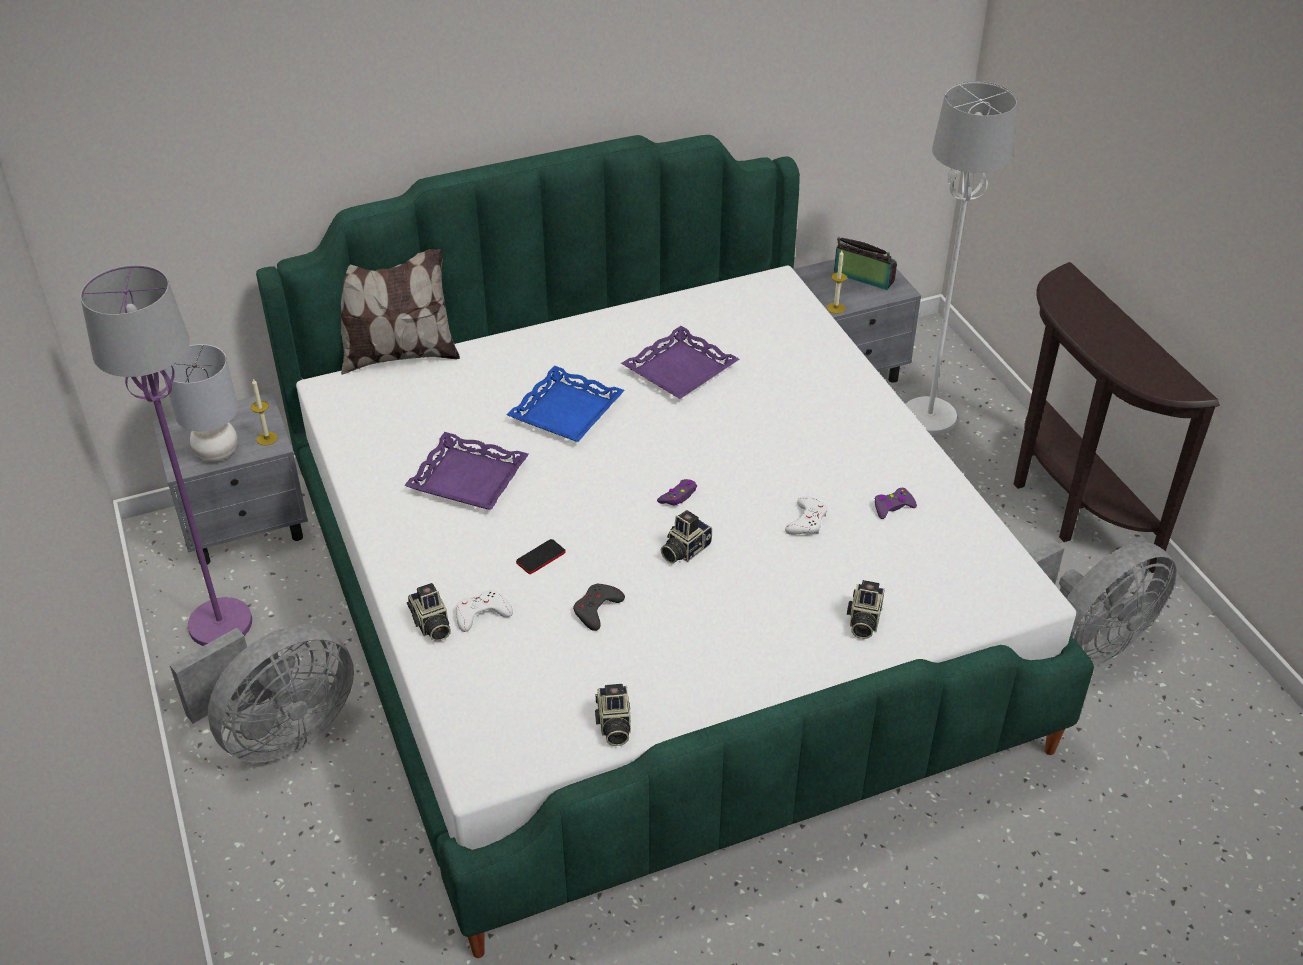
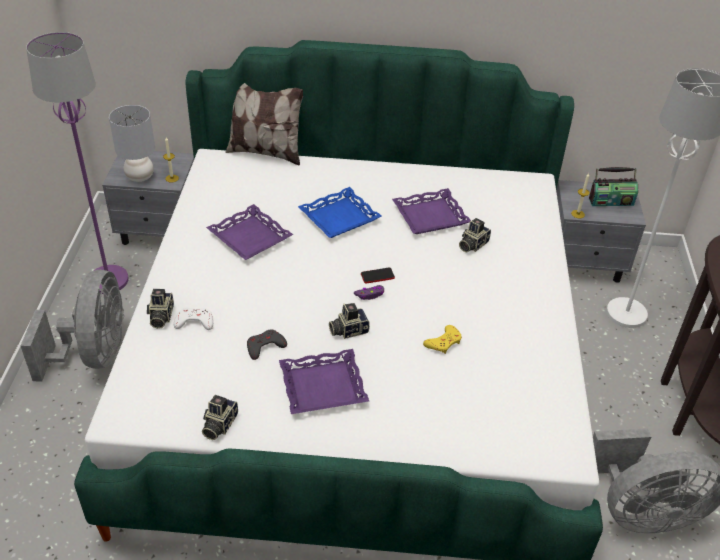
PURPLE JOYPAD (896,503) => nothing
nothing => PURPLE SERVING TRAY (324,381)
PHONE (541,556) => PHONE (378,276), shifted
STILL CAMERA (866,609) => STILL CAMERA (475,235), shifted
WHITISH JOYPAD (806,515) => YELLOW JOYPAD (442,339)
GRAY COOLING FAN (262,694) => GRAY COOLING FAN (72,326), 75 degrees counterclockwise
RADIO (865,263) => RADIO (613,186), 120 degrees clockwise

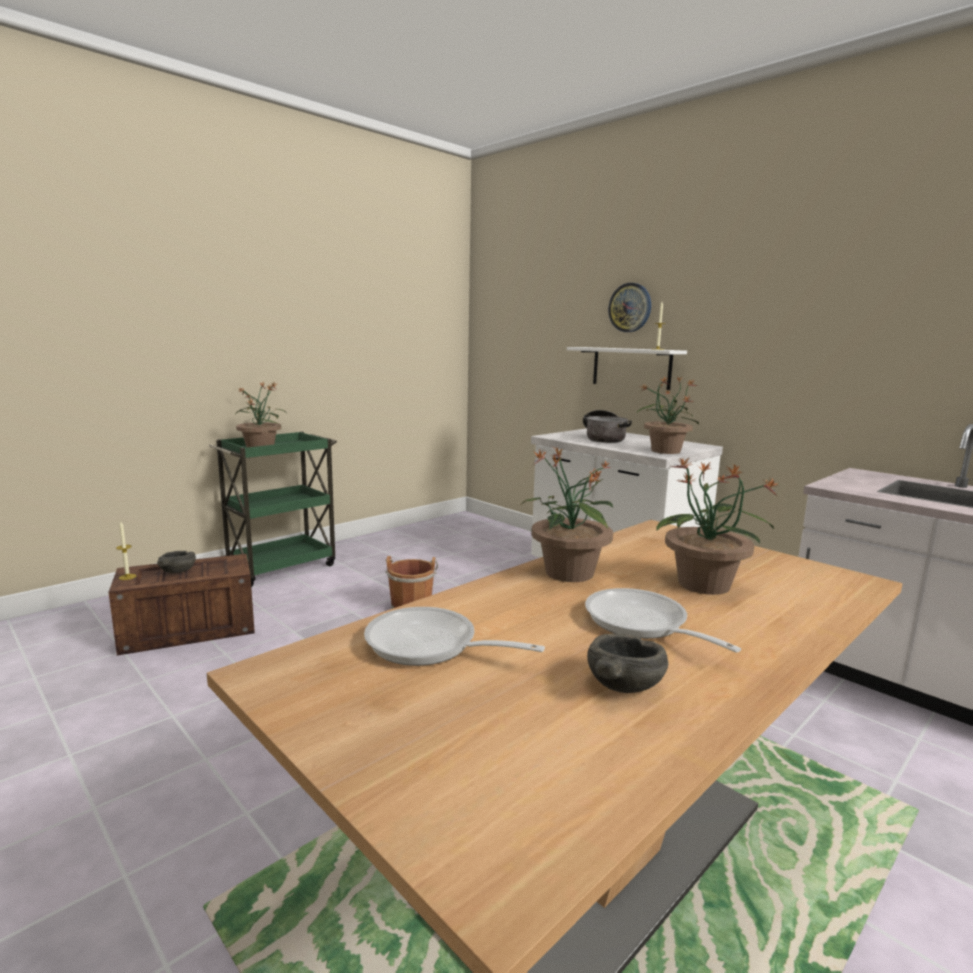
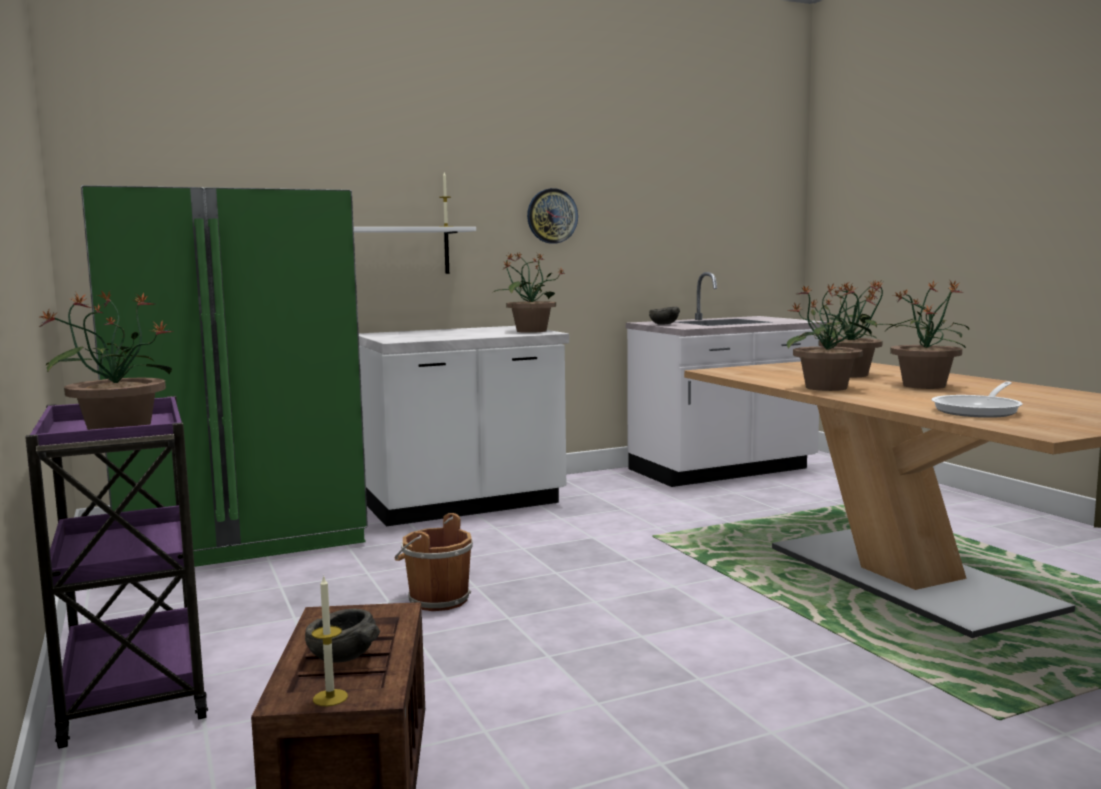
COOKING POT (607,426) => nothing
nothing => GREEN REFRIGERATOR (224,376)
GRAY BOWL (627,663) => GRAY BOWL (664,316), shifted
HANGING CLOCK (629,307) => HANGING CLOCK (552,216), shifted
FRYING PAN (663,620) => POTTED PLANT (927,334)
GREEN WHEELED CART (273,509) => PURPLE WHEELED CART (116,572)

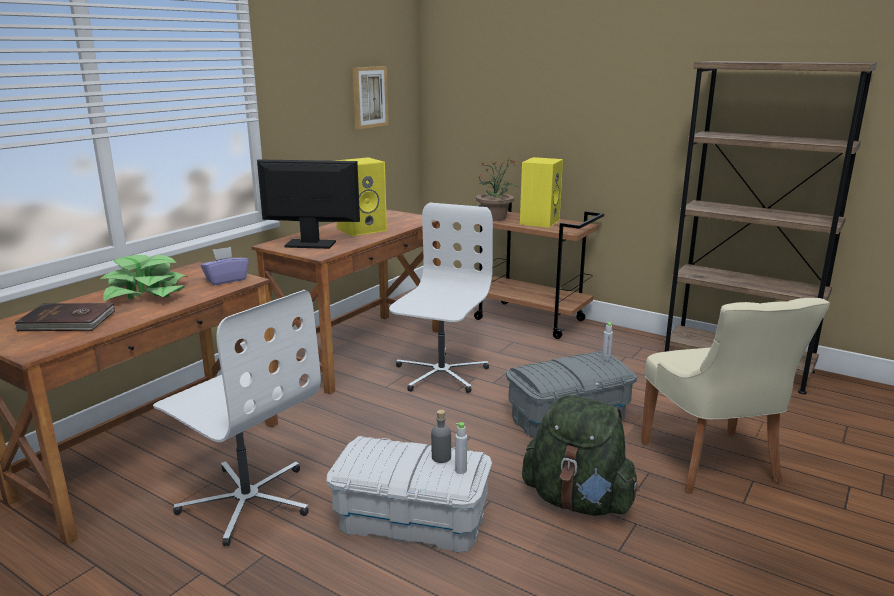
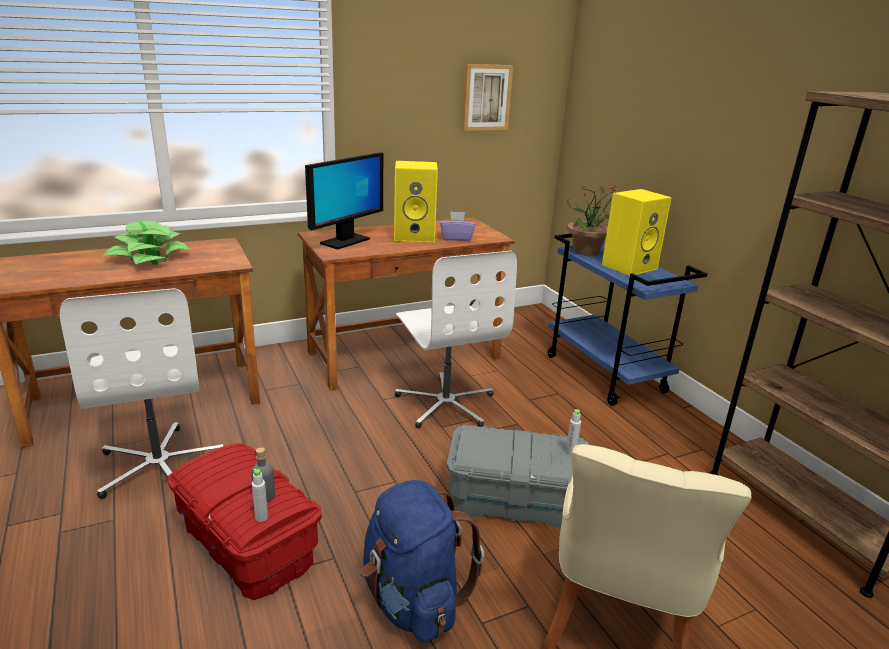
BROWN-COLOURED BOUND BOOK (64,317) => nothing
PURPLE TISSUE BOX (225,266) => PURPLE TISSUE BOX (457,226), shifted
WHITISH STORAGE BIN (409,494) => REDDISH STORAGE BIN (244,521)
BROWN-COLOURED WHEELED CART (539,270) => BLUE WHEELED CART (627,320)
GREEN BACKPACK (581,455) => BLUE BACKPACK (423,561)
COMPUTER SCREEN (308,204) => COMPUTER SCREEN (344,201), 90 degrees clockwise
WHITISH OFFICE CHAIR (441,298) => WHITISH OFFICE CHAIR (456,339), 105 degrees clockwise

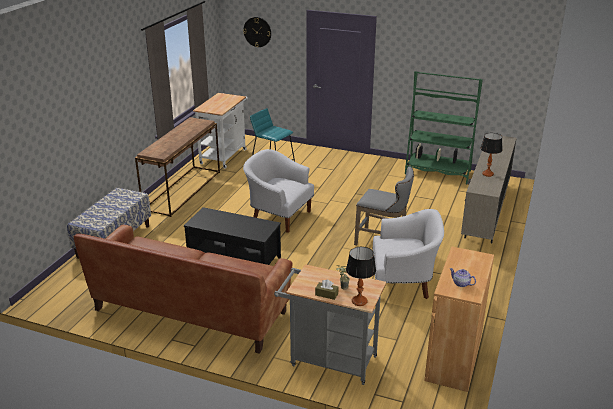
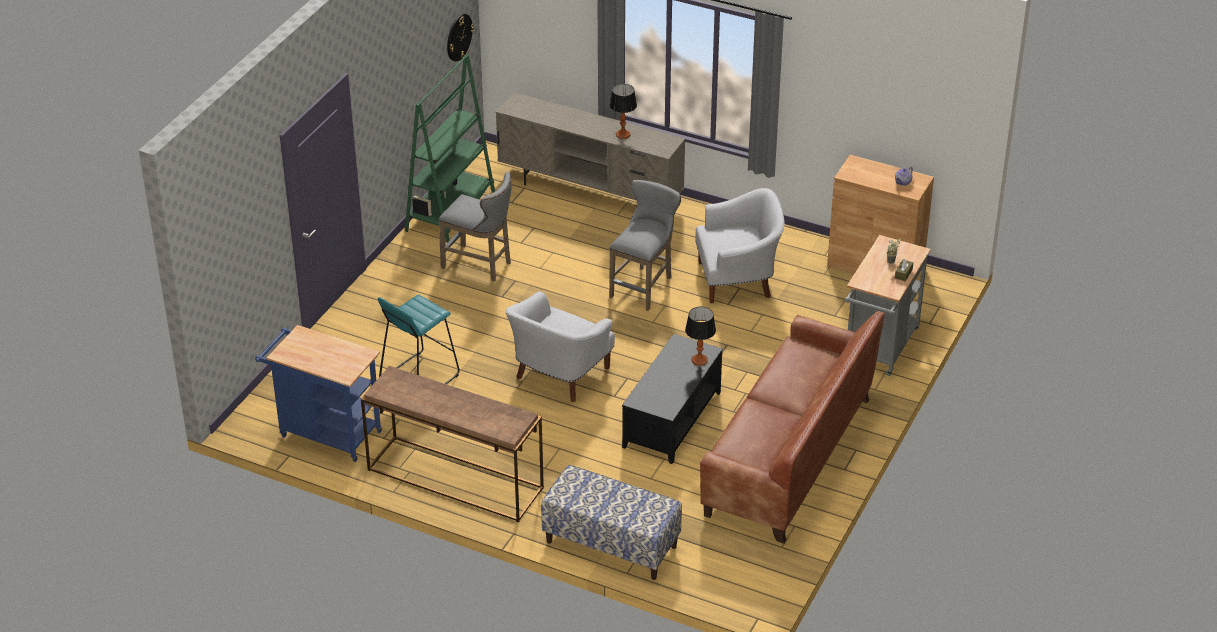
nothing => GRAY STOOL (475,227)
HANGING CLOCK (257,32) => HANGING CLOCK (460,38), shifted
LAMP FOR A TABLE (361,276) => LAMP FOR A TABLE (700,336), shifted
WHITISH WHEELED CART (220,131) => BLUE WHEELED CART (318,393)
WHITISH EASY CHAIR (408,254) => WHITISH EASY CHAIR (740,245), 75 degrees clockwise

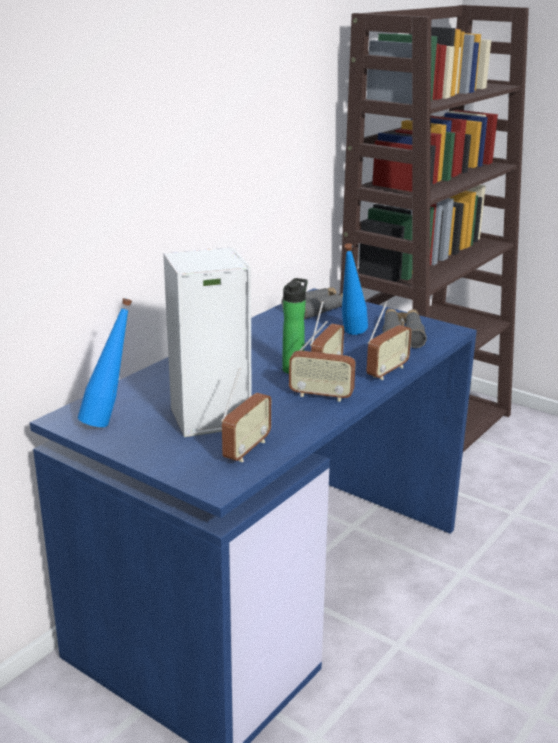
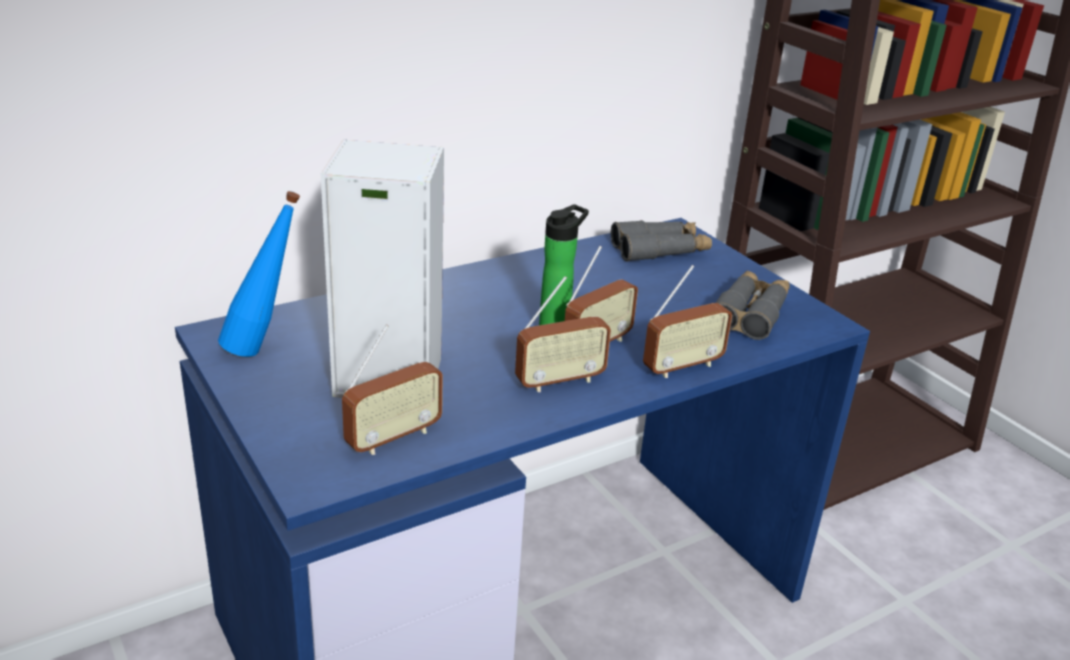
BLUE BOTTLE (355,289) => nothing
RADIO (322,361) => RADIO (563,334), 60 degrees counterclockwise

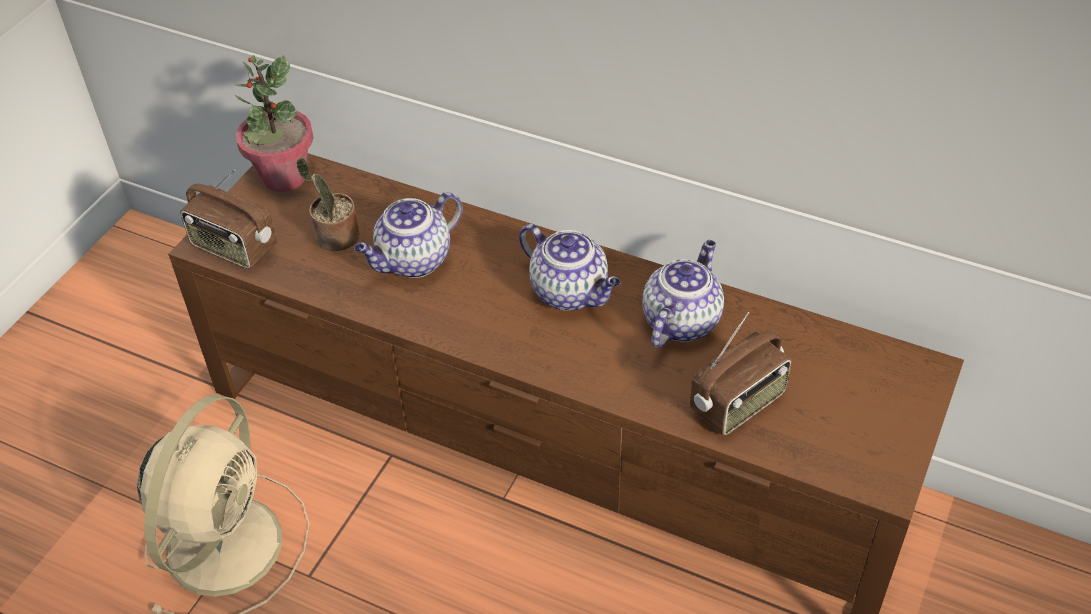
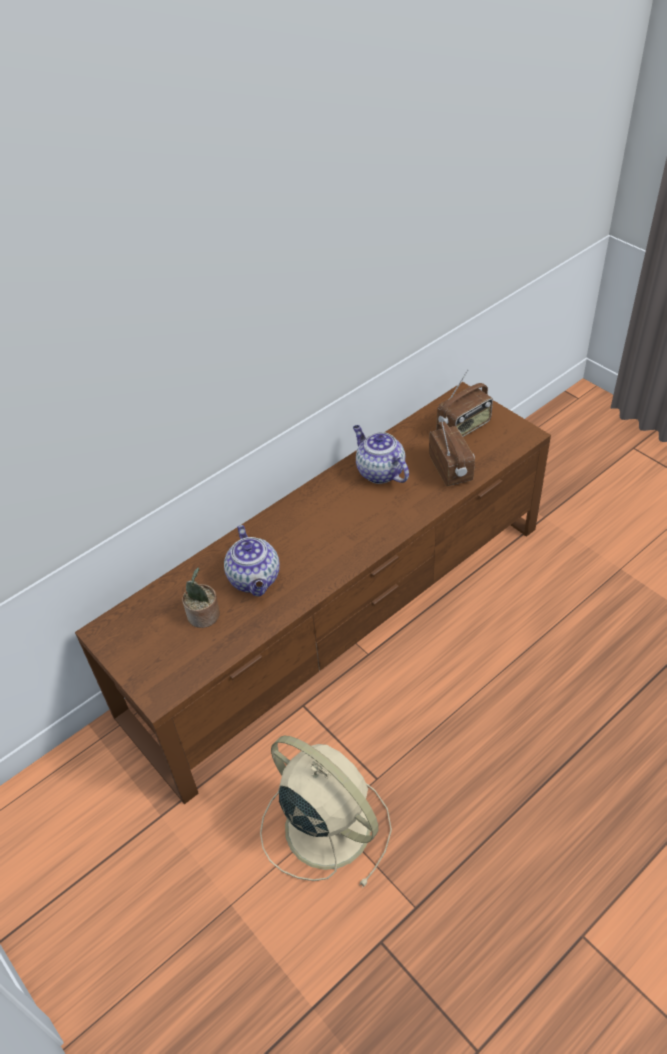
POTTED PLANT (274,123) => nothing
POT FOR TEA (569,267) => nothing
RADIO (228,219) => RADIO (465,403), shifted

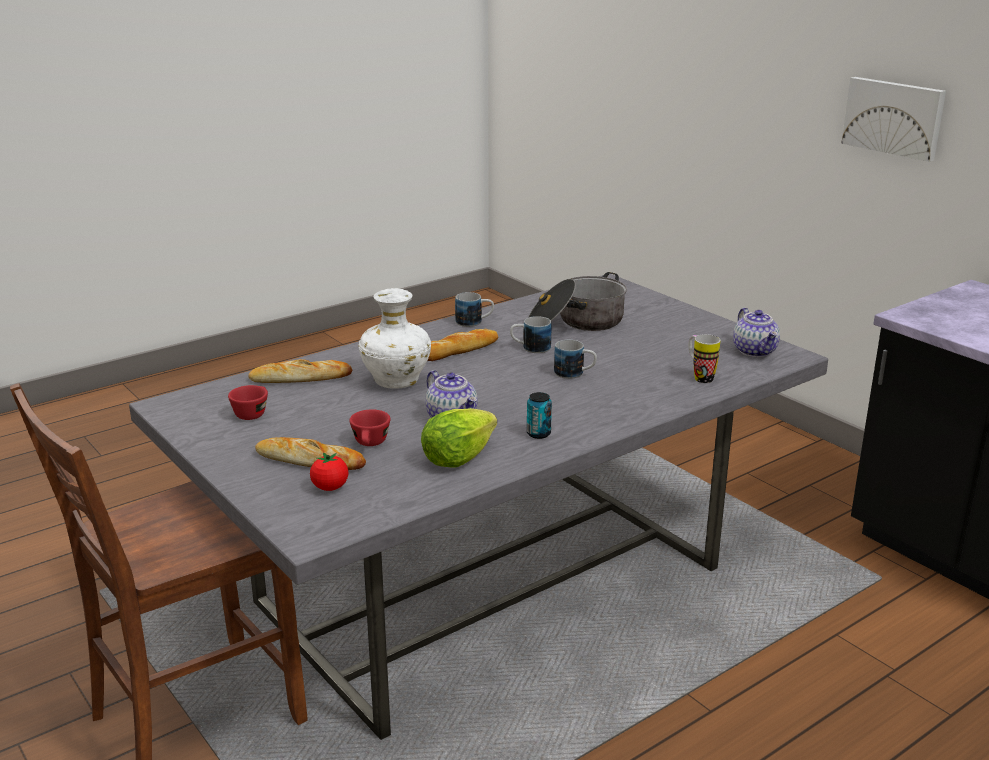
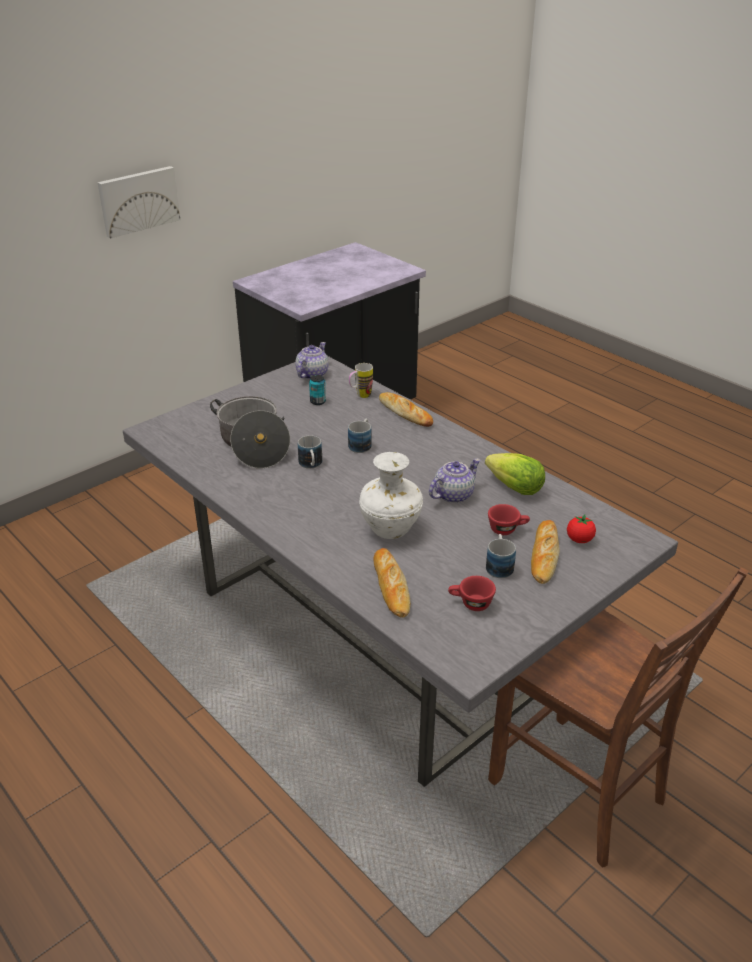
BREAD (462,345) => BREAD (406,409), shifted
COFFEE MUG (474,309) => COFFEE MUG (501,556), shifted
SEALED CAN (539,415) => SEALED CAN (317,390), shifted
POT FOR TEA (756,332) => POT FOR TEA (312,361), 45 degrees counterclockwise

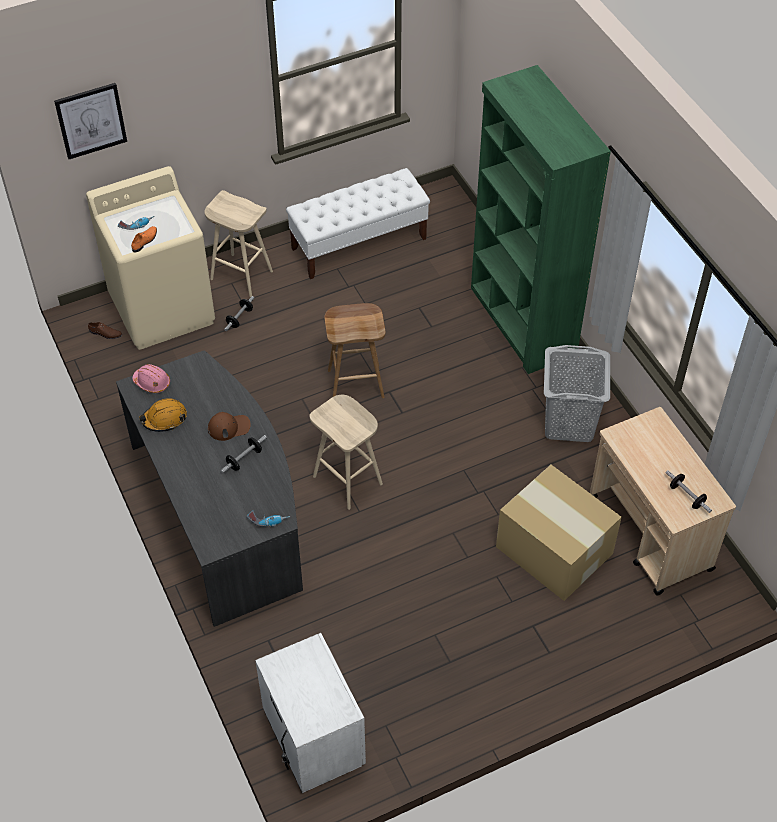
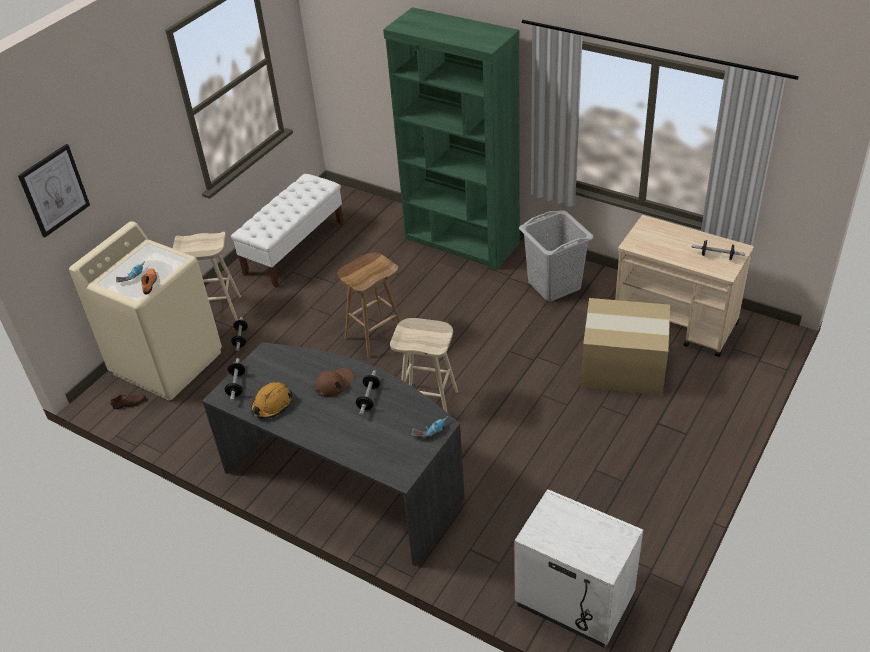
PINK-COLOURED SAFETY HELMET (151,378) => FREE WEIGHT (235,380)

